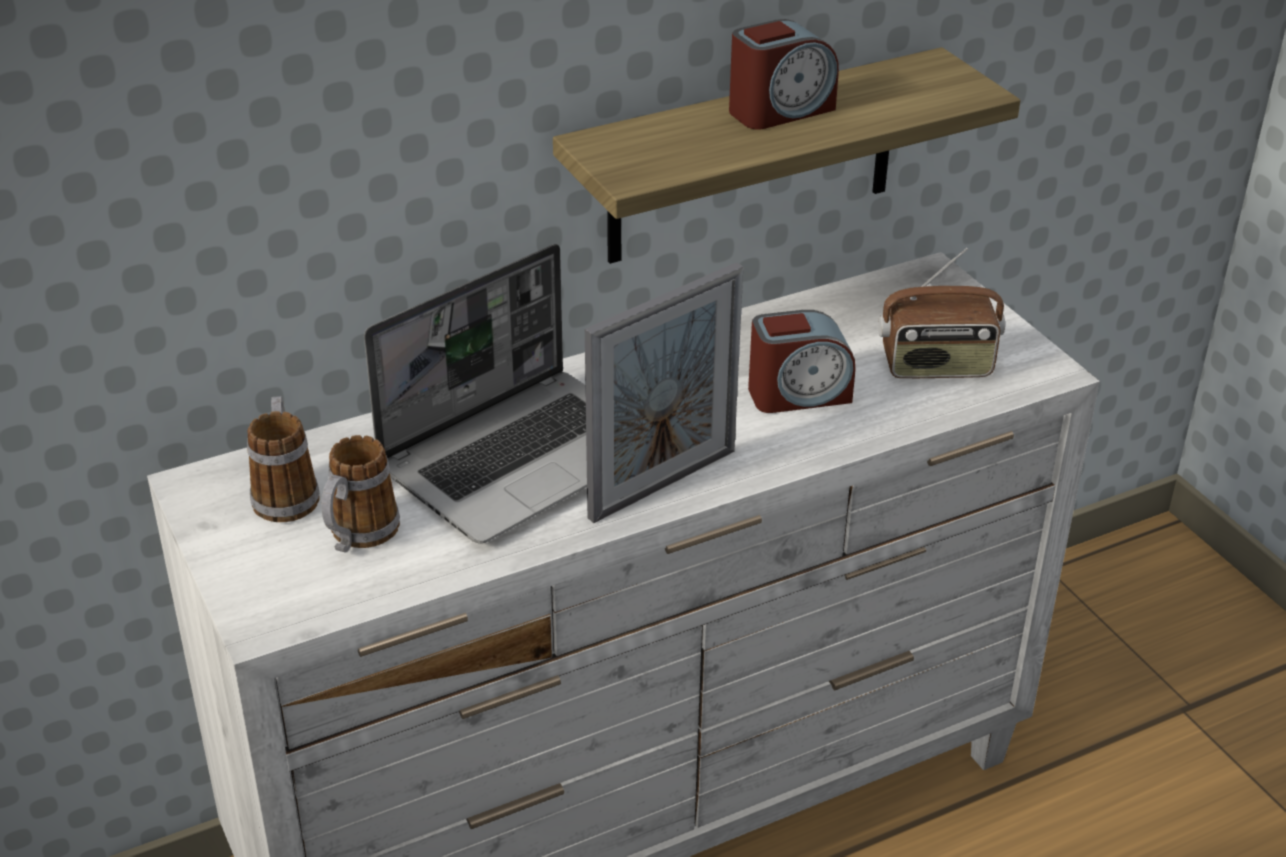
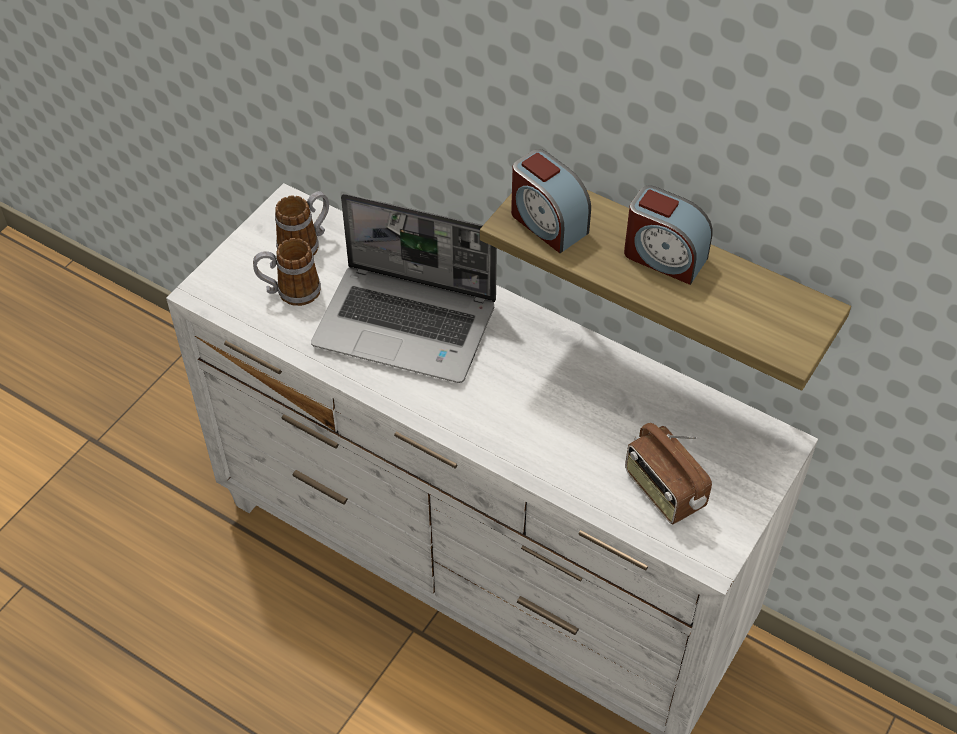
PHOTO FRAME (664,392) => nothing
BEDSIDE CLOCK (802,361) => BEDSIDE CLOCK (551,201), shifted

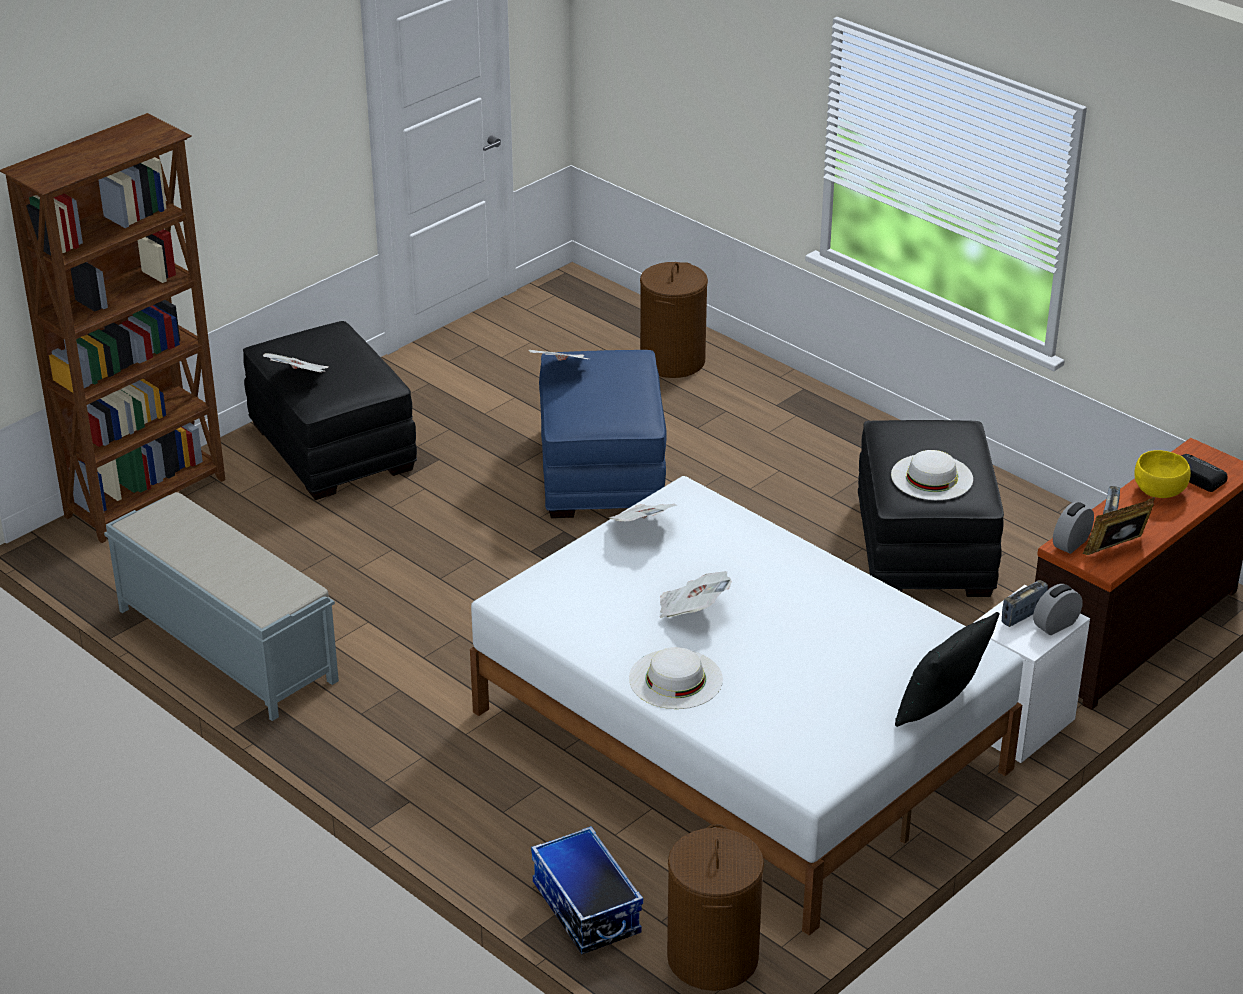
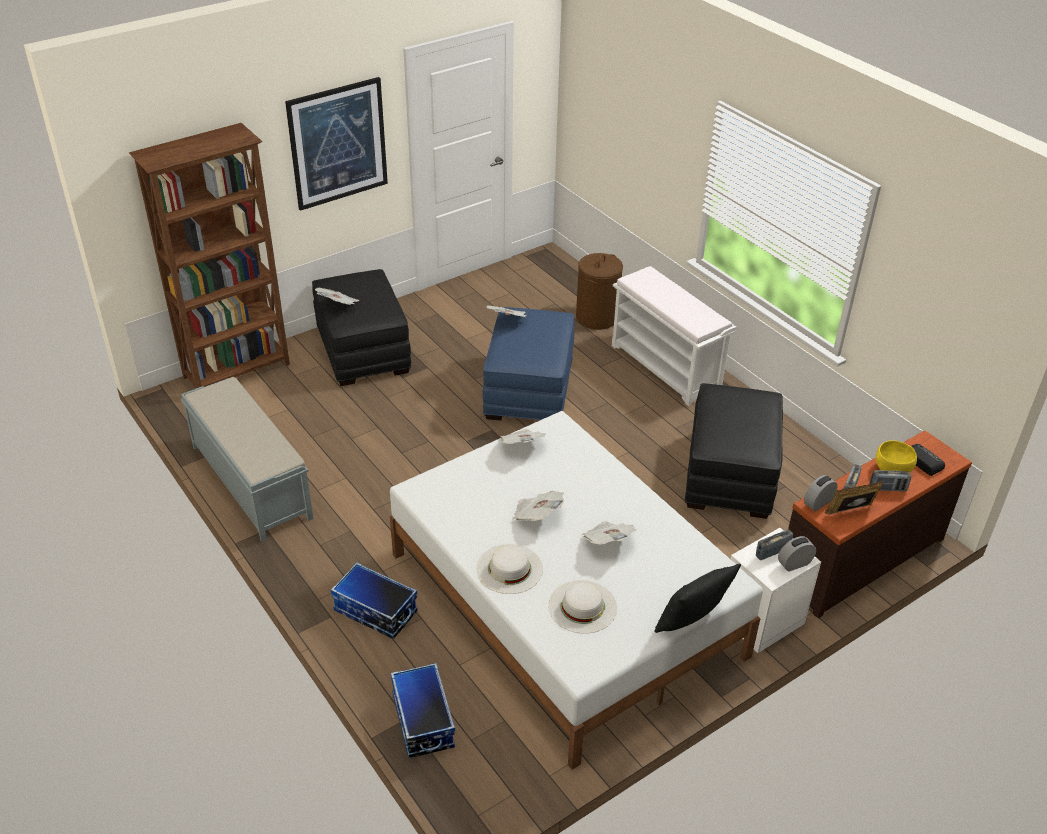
BROWN-COLOURED LAUNDRY BASKET (715,907) => nothing
nothing => WALL ART (336,144)
nothing => STORAGE BIN (374,600)
nothing => DAILY PAPER (609,532)
nothing => WHITISH INDOOR BENCH (674,336)
nothing => RADIO (891,481)
WHITISH CLOTHING HAT (932,475) => WHITISH CLOTHING HAT (582,606), shifted

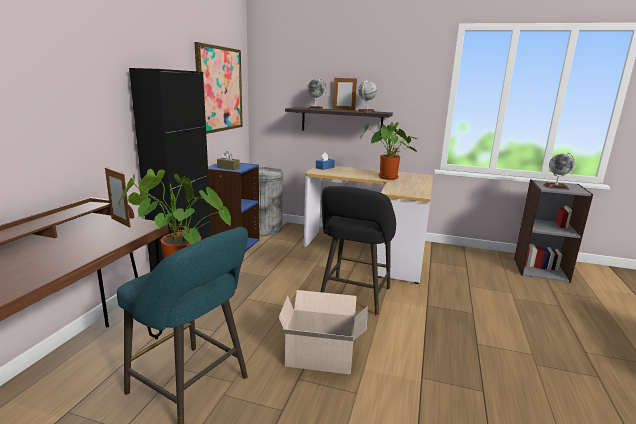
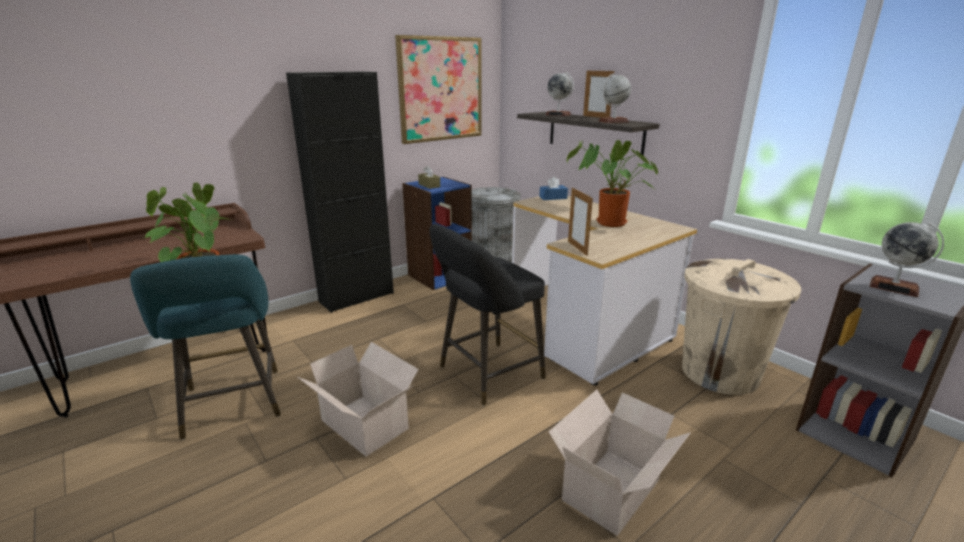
nothing => PACKING BOX (619,462)
nothing => BEIGE-COLOURED RUBBISH BIN (741,327)
PHOTO FRAME (118,197) => PHOTO FRAME (580,221), shifted

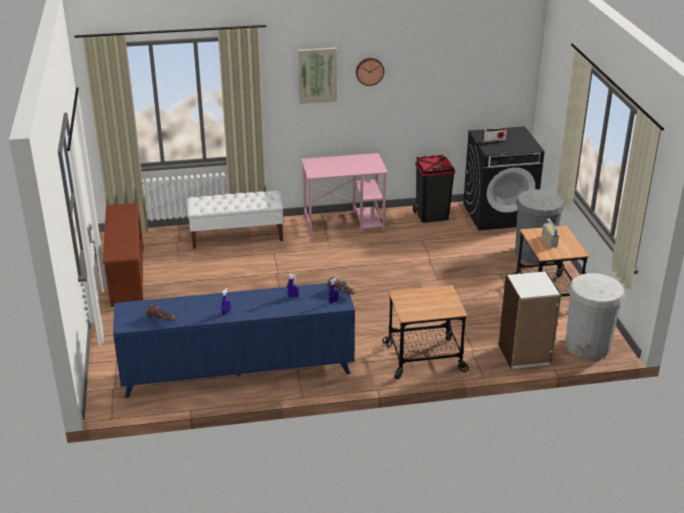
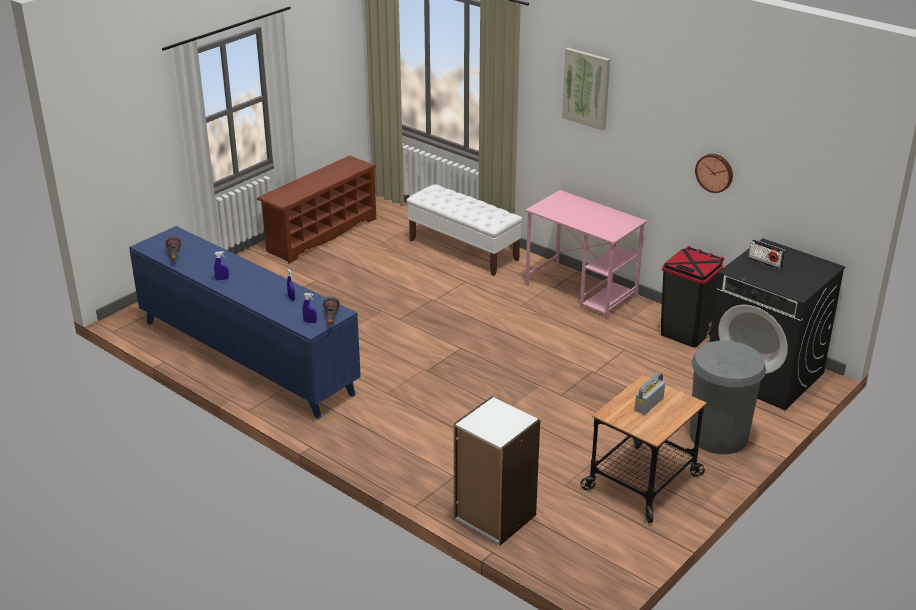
WHEELED CART (425,332) => nothing
WHITISH RUBBISH BIN (595,316) => nothing
HANGING CLOCK (370,72) => HANGING CLOCK (714,173), shifted

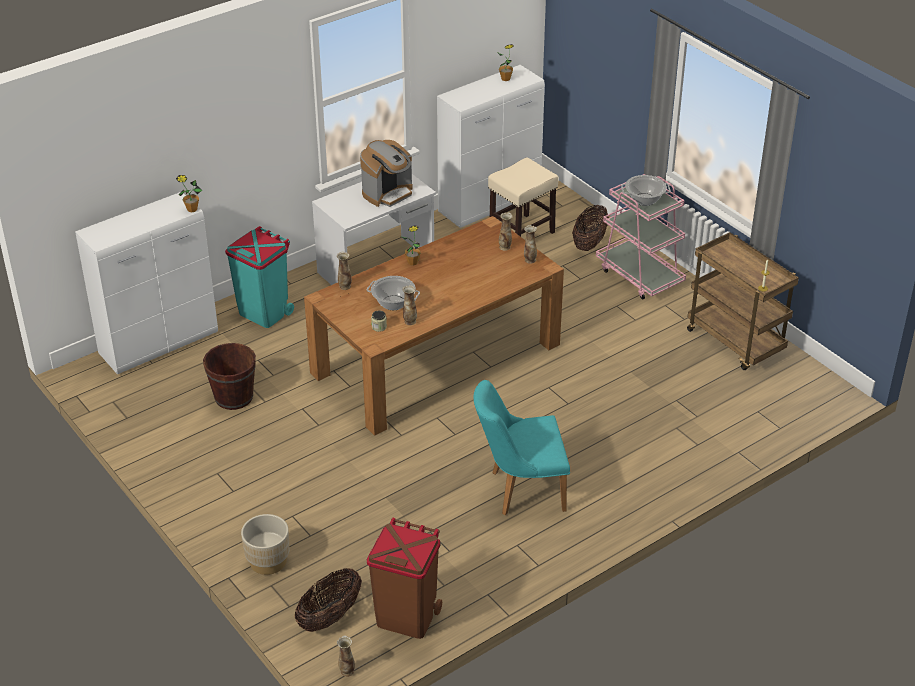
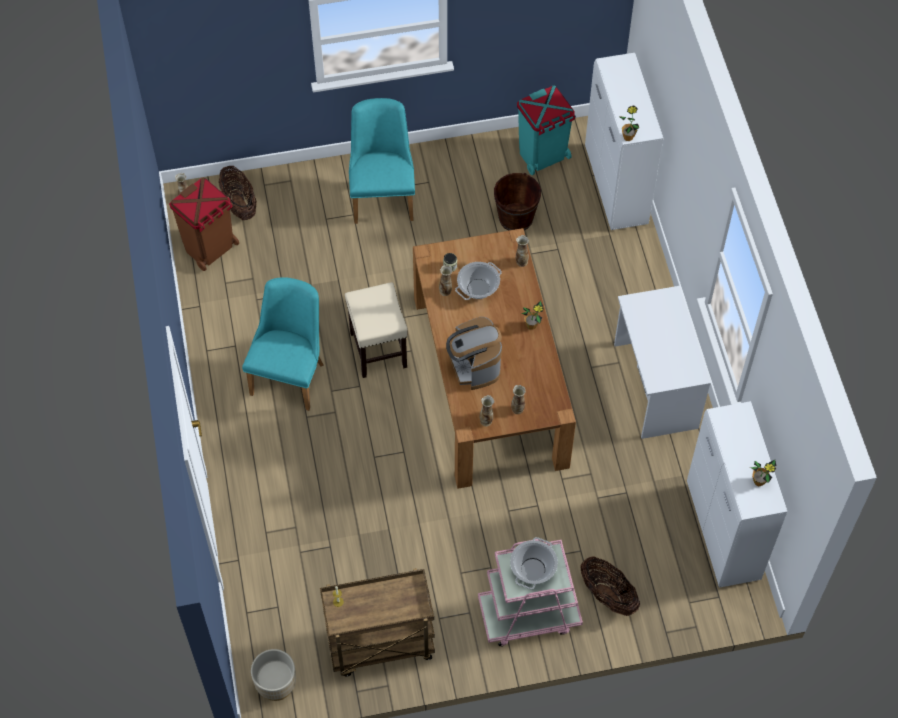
nothing => TURQUOISE-COLOURED CHAIR (382,161)
TURQUOISE-COLOURED RUBBISH BIN (259,277) => TURQUOISE-COLOURED RUBBISH BIN (546,130), shifted
BEIGE-COLOURED FLOWER POT (265,544) => BEIGE-COLOURED FLOWER POT (273,675), shifted
COFFEE MACHINE (386,173) => COFFEE MACHINE (474,353), shifted
BEIGE-COLOURED STOOL (523,197) => BEIGE-COLOURED STOOL (376,330), shifted

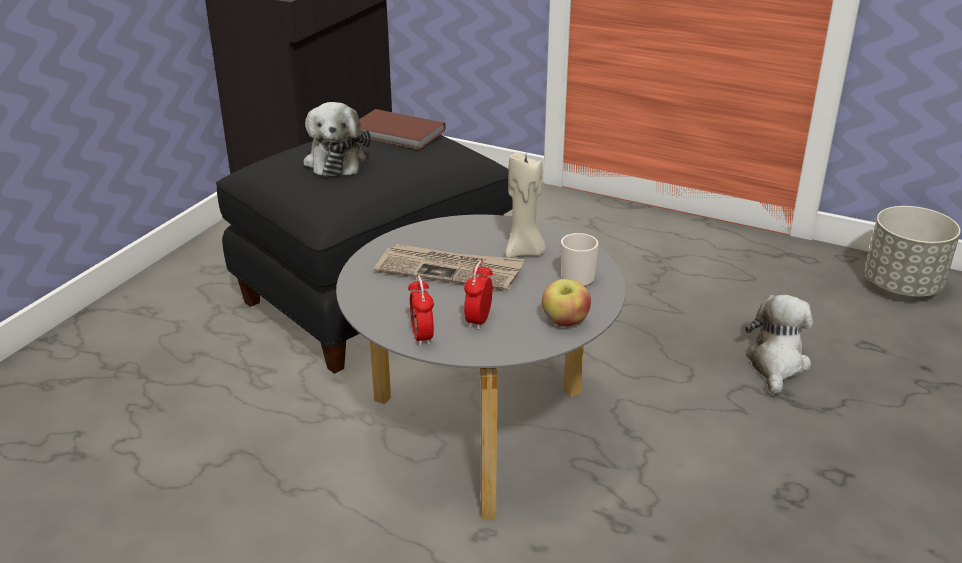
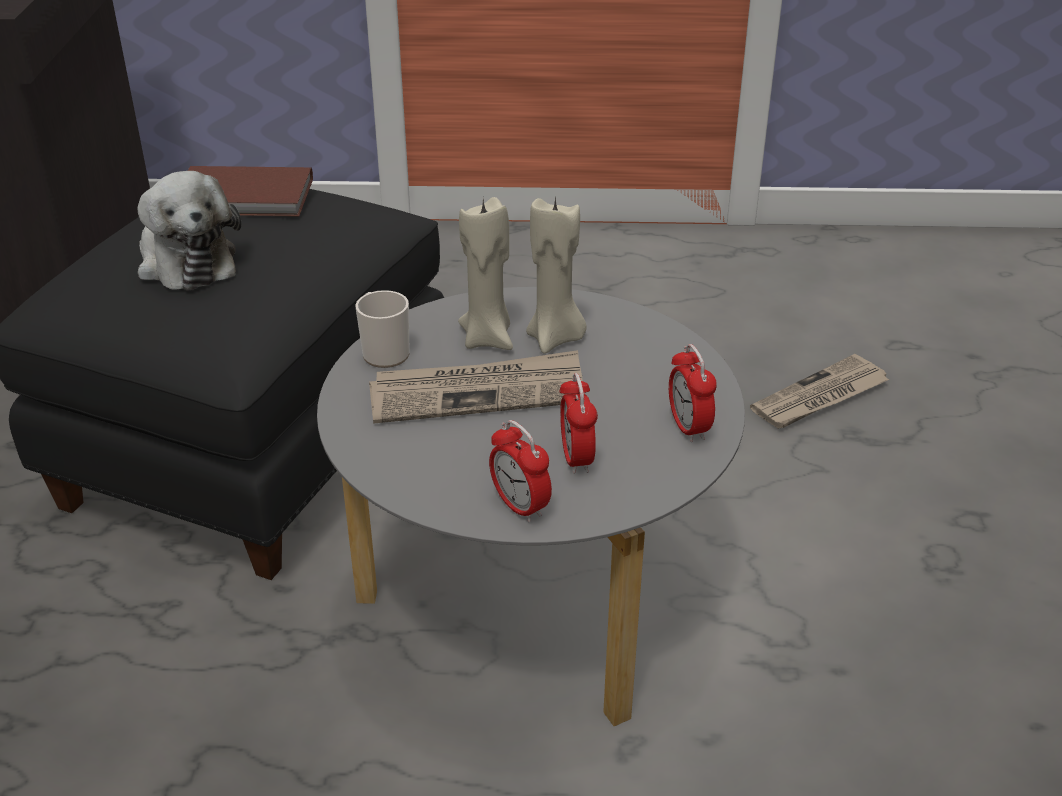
GRAY FLOWER POT (913,251) => nothing
nothing => BEIGE-COLOURED WAX CANDLE (485,273)
COFFEE MUG (579,260) => COFFEE MUG (383,329), shifted
WHOLE APPLE (566,303) => BEDSIDE CLOCK (693,393)
CUDDLY TOY (779,344) => DAILY PAPER (820,391)

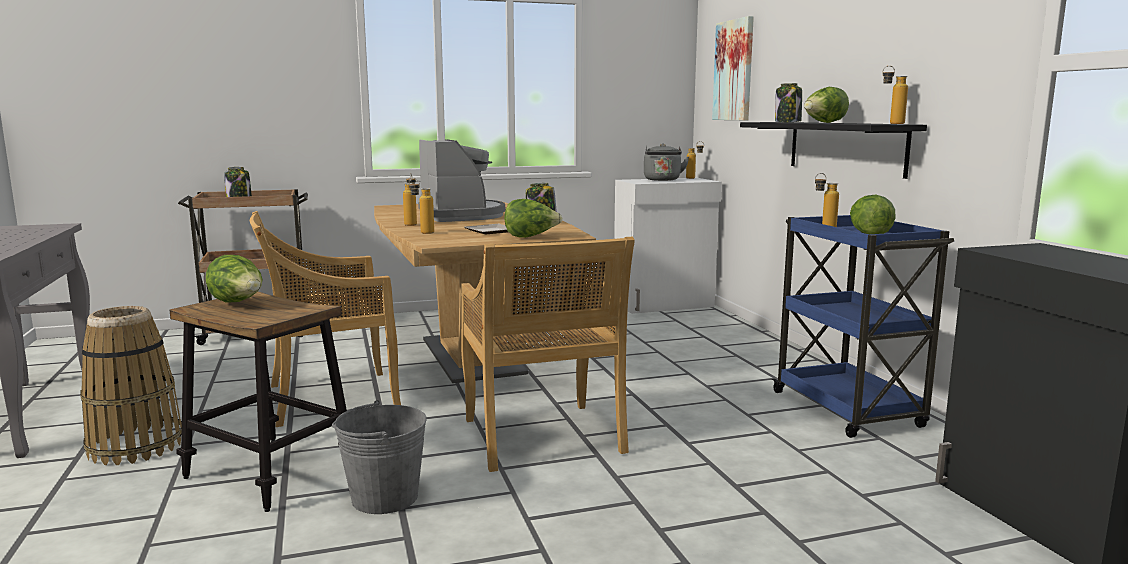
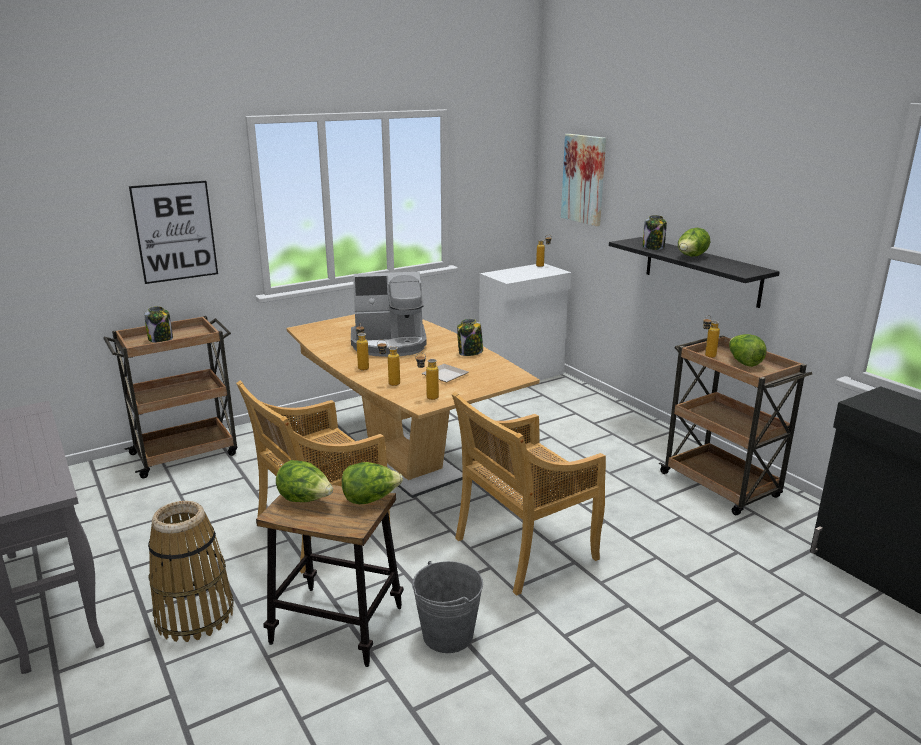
GRAY WATER KETTLE (666,162) => nothing
nothing => WALL ART (173,232)
LETTUCE HEAD (533,218) => LETTUCE HEAD (372,483), shifted
BOTTLE (895,95) => BOTTLE (427,376), shifted
BLUE WHEELED CART (863,326) => BROWN-COLOURED WHEELED CART (735,425)
COFFEE MACHINE (461,180) => COFFEE MACHINE (389,314), 120 degrees clockwise
BEIGE-COLOURED CHAIR (548,354) => BEIGE-COLOURED CHAIR (529,494), 90 degrees clockwise

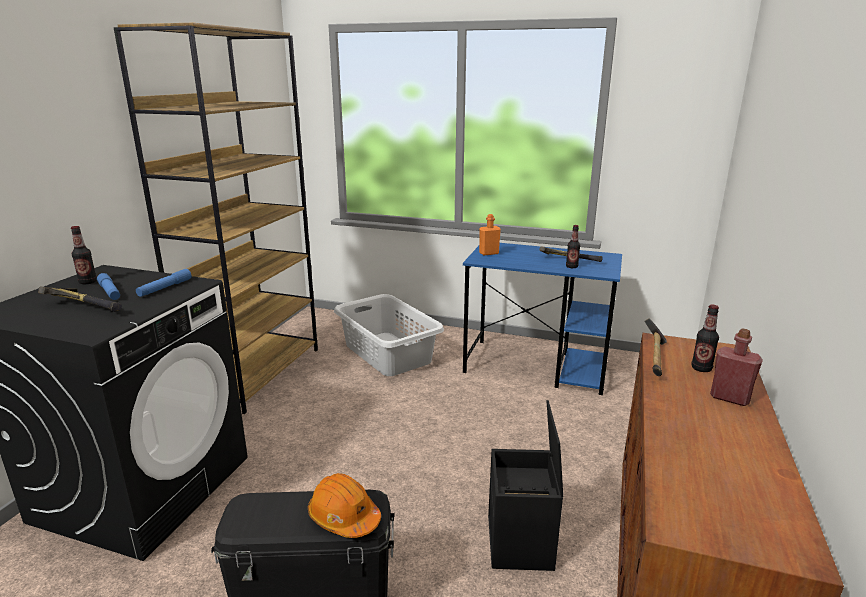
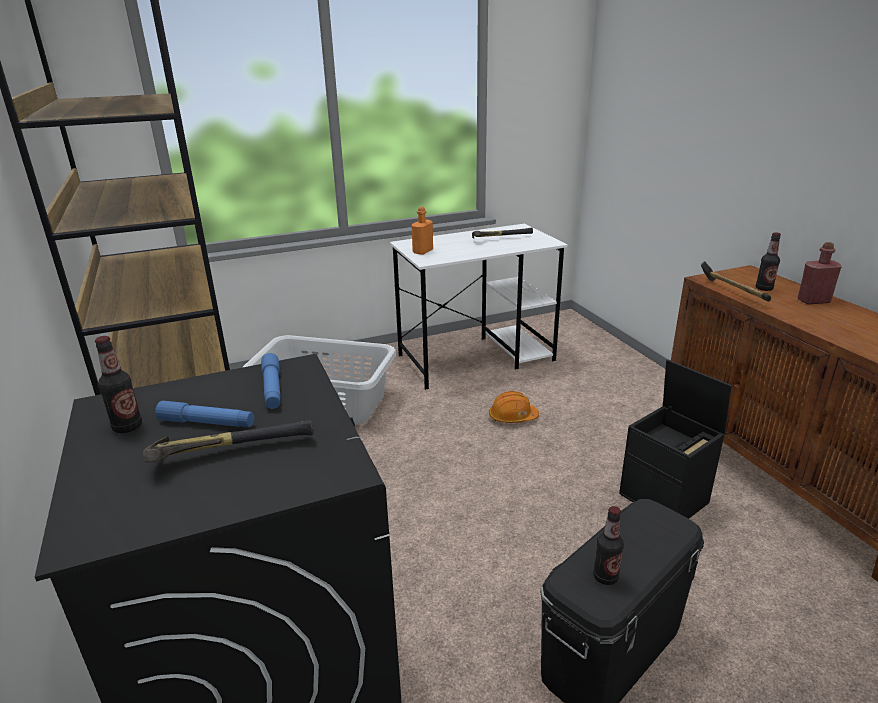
ORANGE SAFETY HELMET (344,505) => ORANGE SAFETY HELMET (514,407), shifted
BOTTLE (573,246) => BOTTLE (608,545), shifted
BLUE DESK UNIT (542,319) => WHITISH DESK UNIT (479,307)

